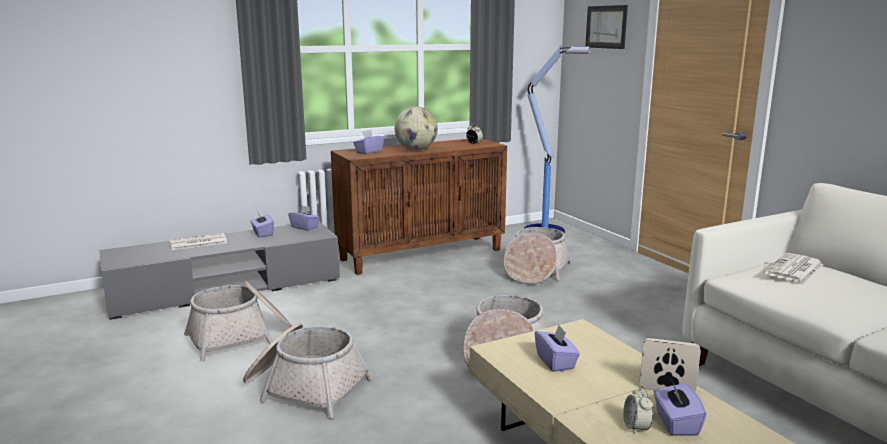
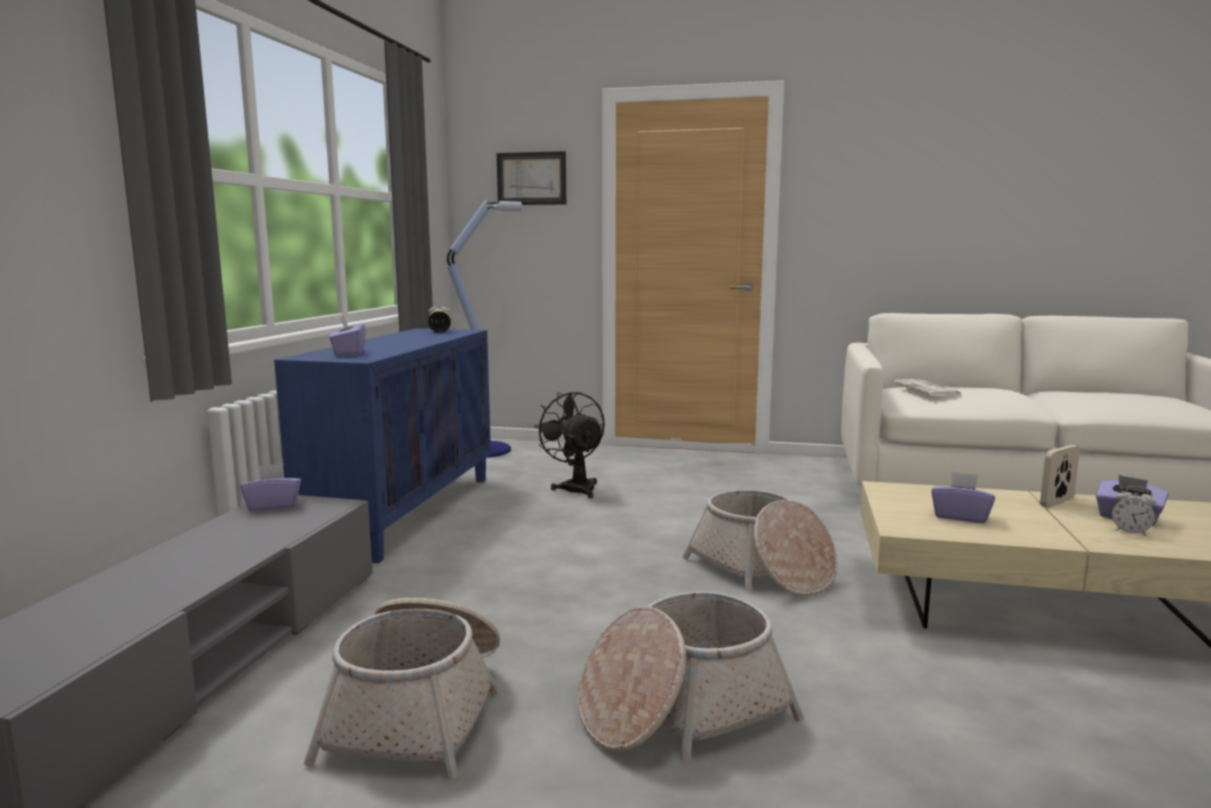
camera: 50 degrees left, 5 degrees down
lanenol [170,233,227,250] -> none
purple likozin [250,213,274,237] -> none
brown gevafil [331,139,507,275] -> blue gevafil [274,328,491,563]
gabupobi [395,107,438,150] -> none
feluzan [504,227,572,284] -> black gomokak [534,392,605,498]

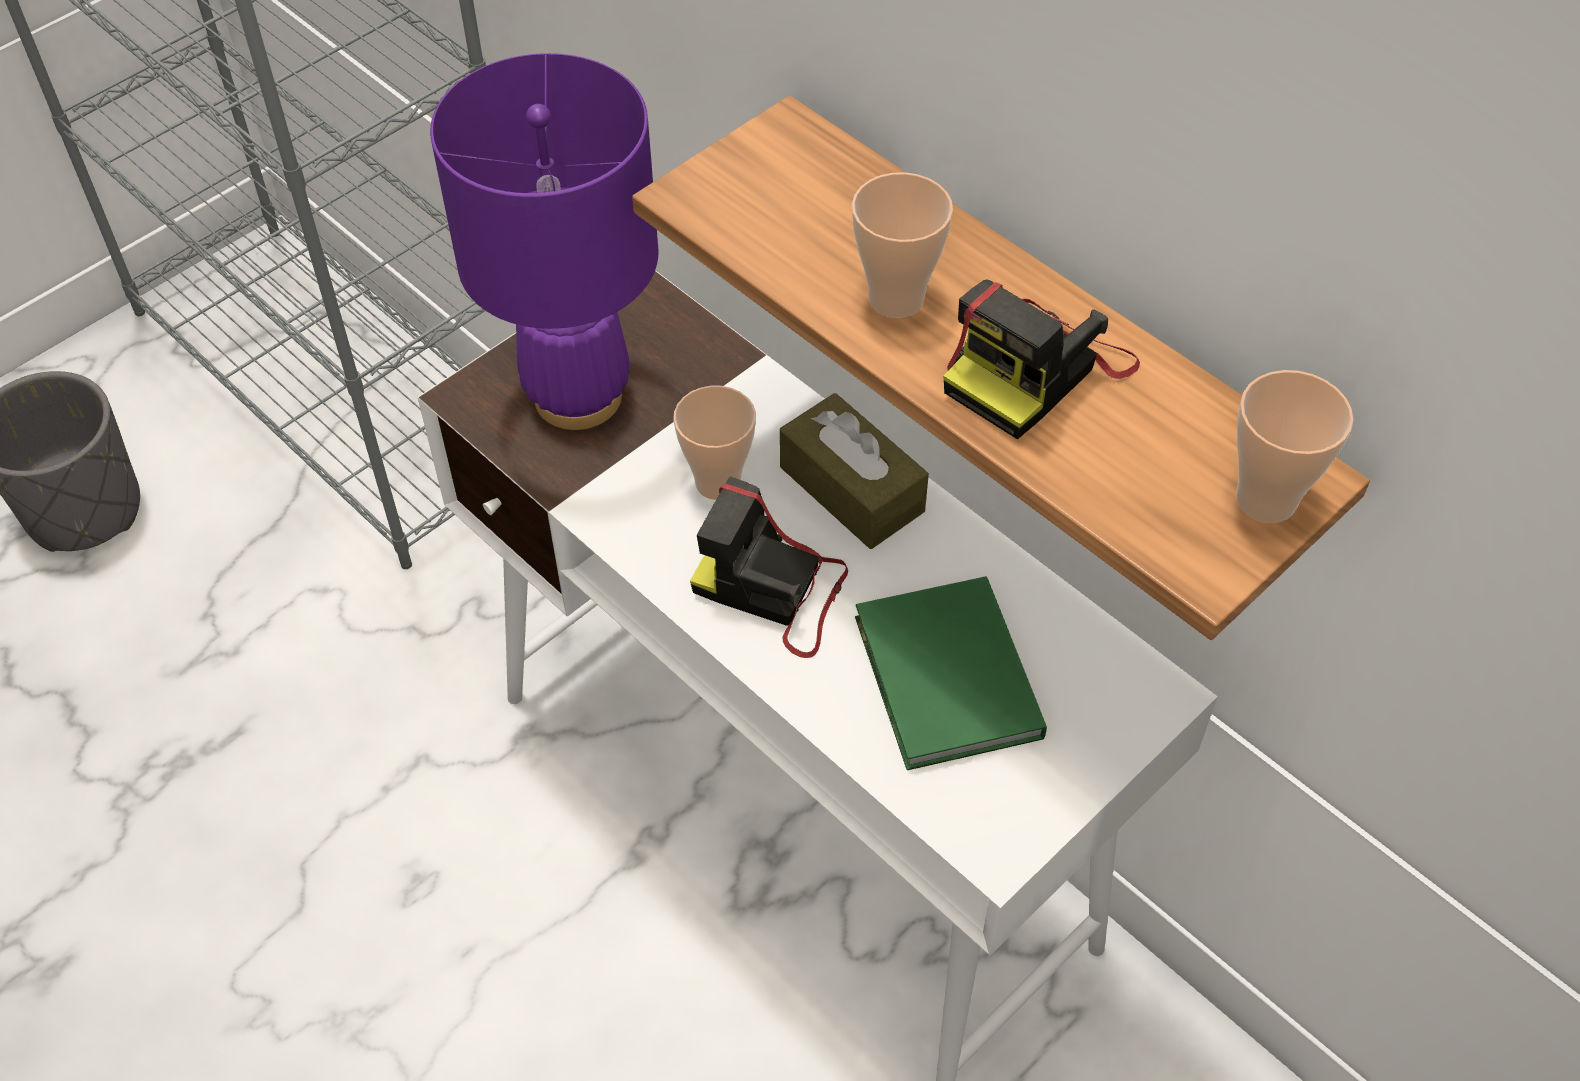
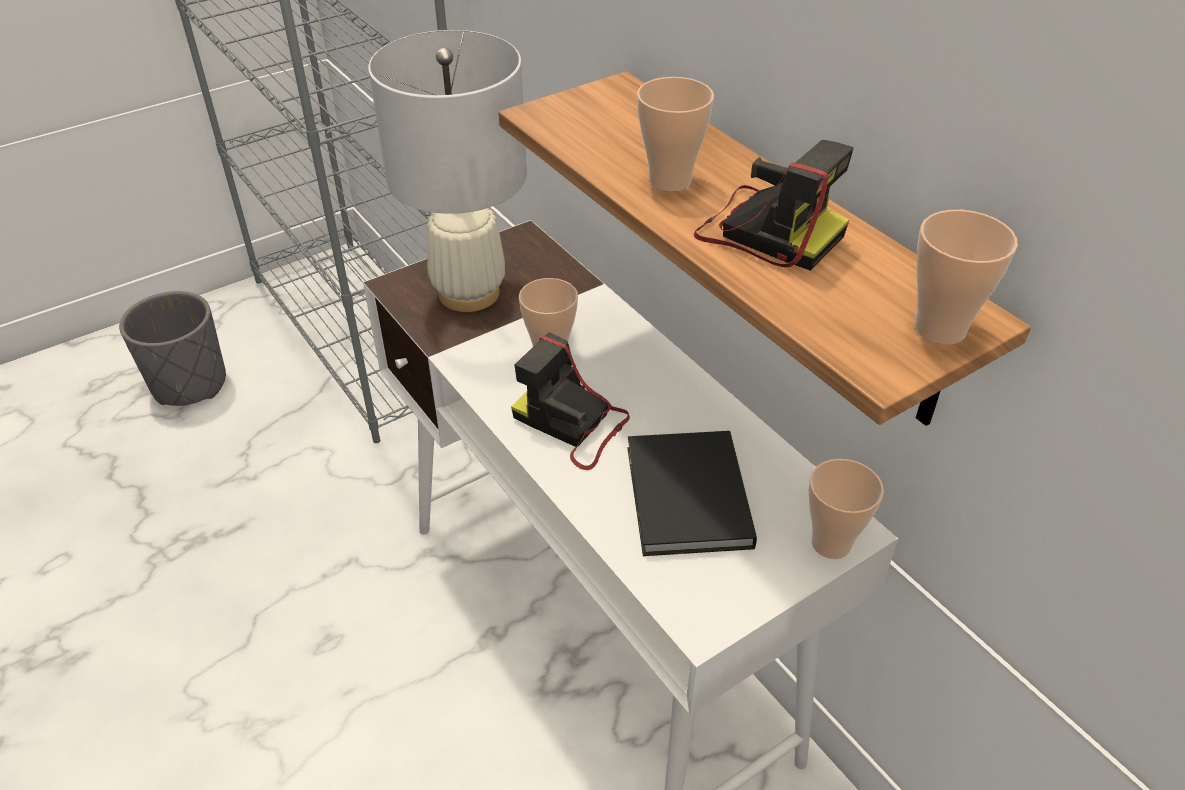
camera: 10 degrees right, 10 degrees down
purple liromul [430,53,659,430] -> white liromul [368,30,527,312]
brown likozin [780,393,929,549] -> none
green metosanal [855,576,1047,770] -> black metosanal [627,431,757,556]
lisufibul [943,279,1140,440] -> lisufibul [694,140,854,271], 105 degrees counterclockwise
none -> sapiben [808,459,884,559]

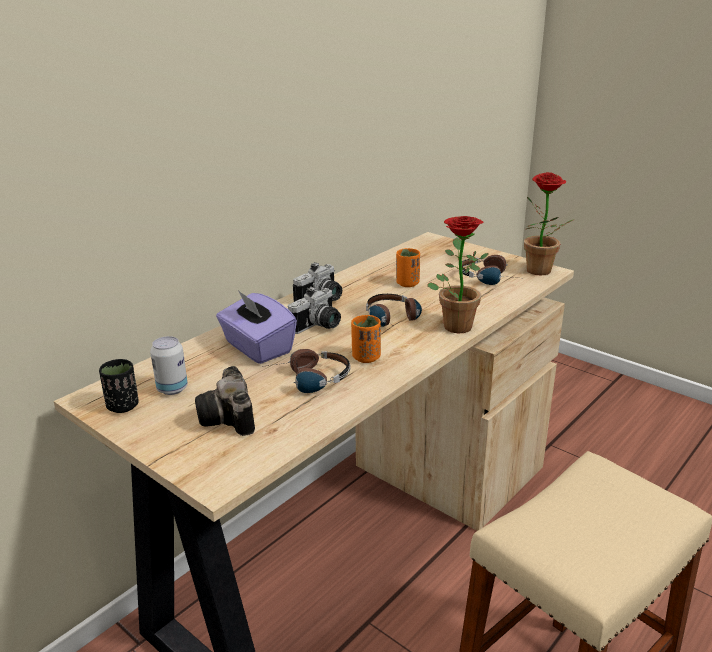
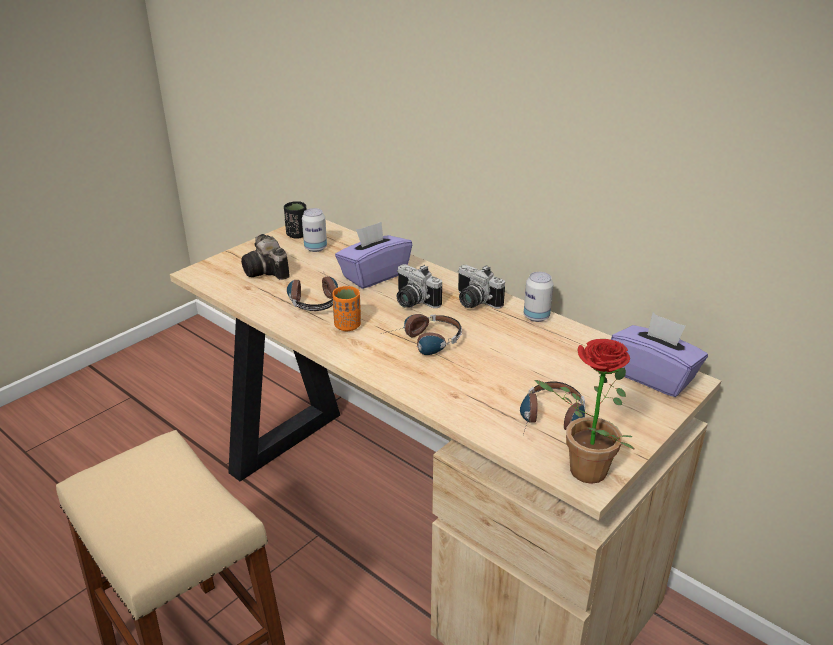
camera: 90 degrees right, 5 degrees up
lisufibul [195,366,255,436] -> lisufibul [241,234,290,280], 105 degrees counterclockwise
orange sapiben [396,248,420,287] -> none
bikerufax [427,216,489,333] -> none
none -> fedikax [524,272,554,322]
none -> purple likozin [611,313,708,397]

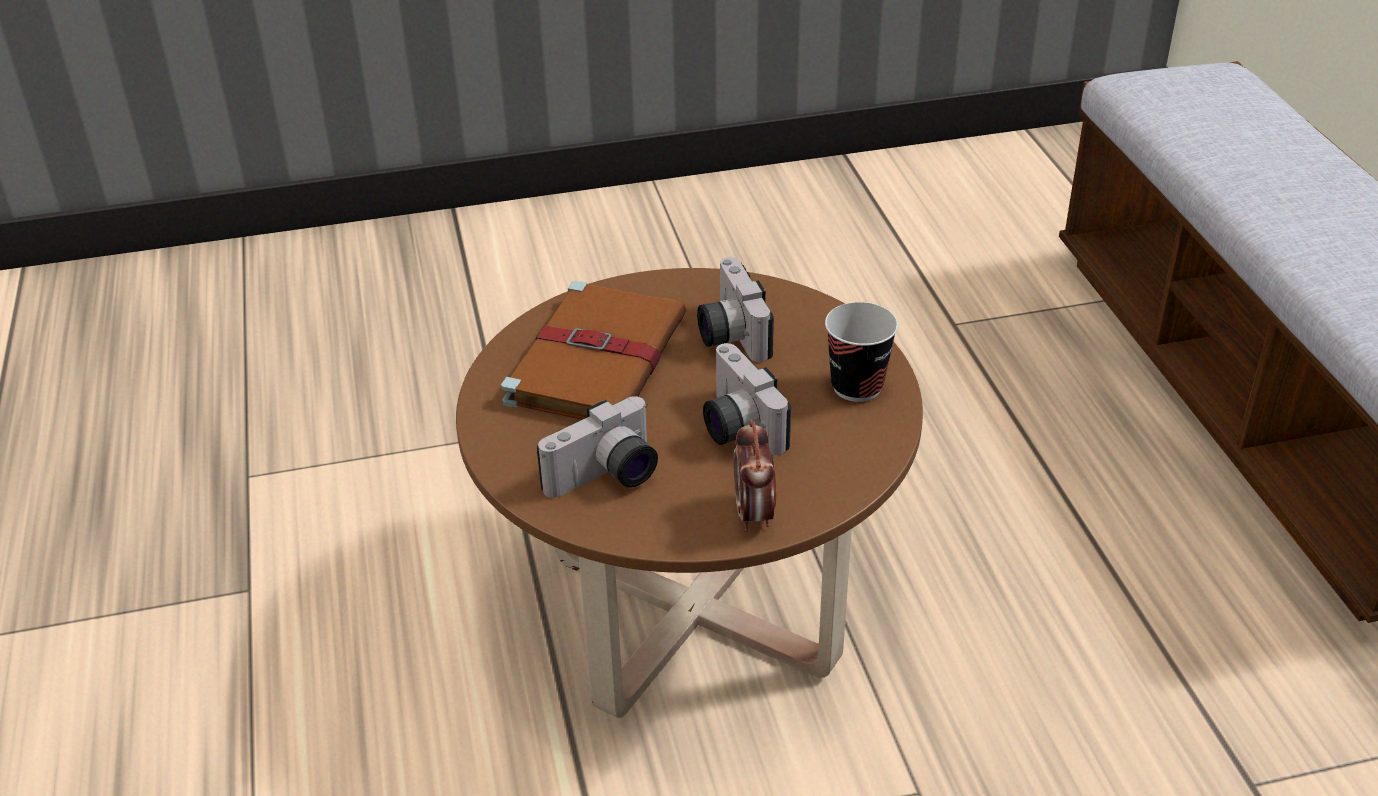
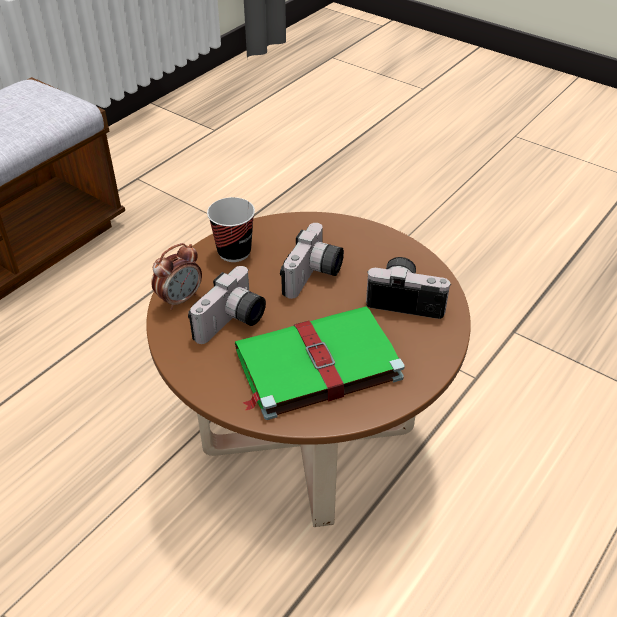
camera: 130 degrees left, 5 degrees up
brown metosanal [501,281,687,420] -> green metosanal [235,306,405,420]
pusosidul [734,420,776,531] -> pusosidul [151,243,202,310], moved

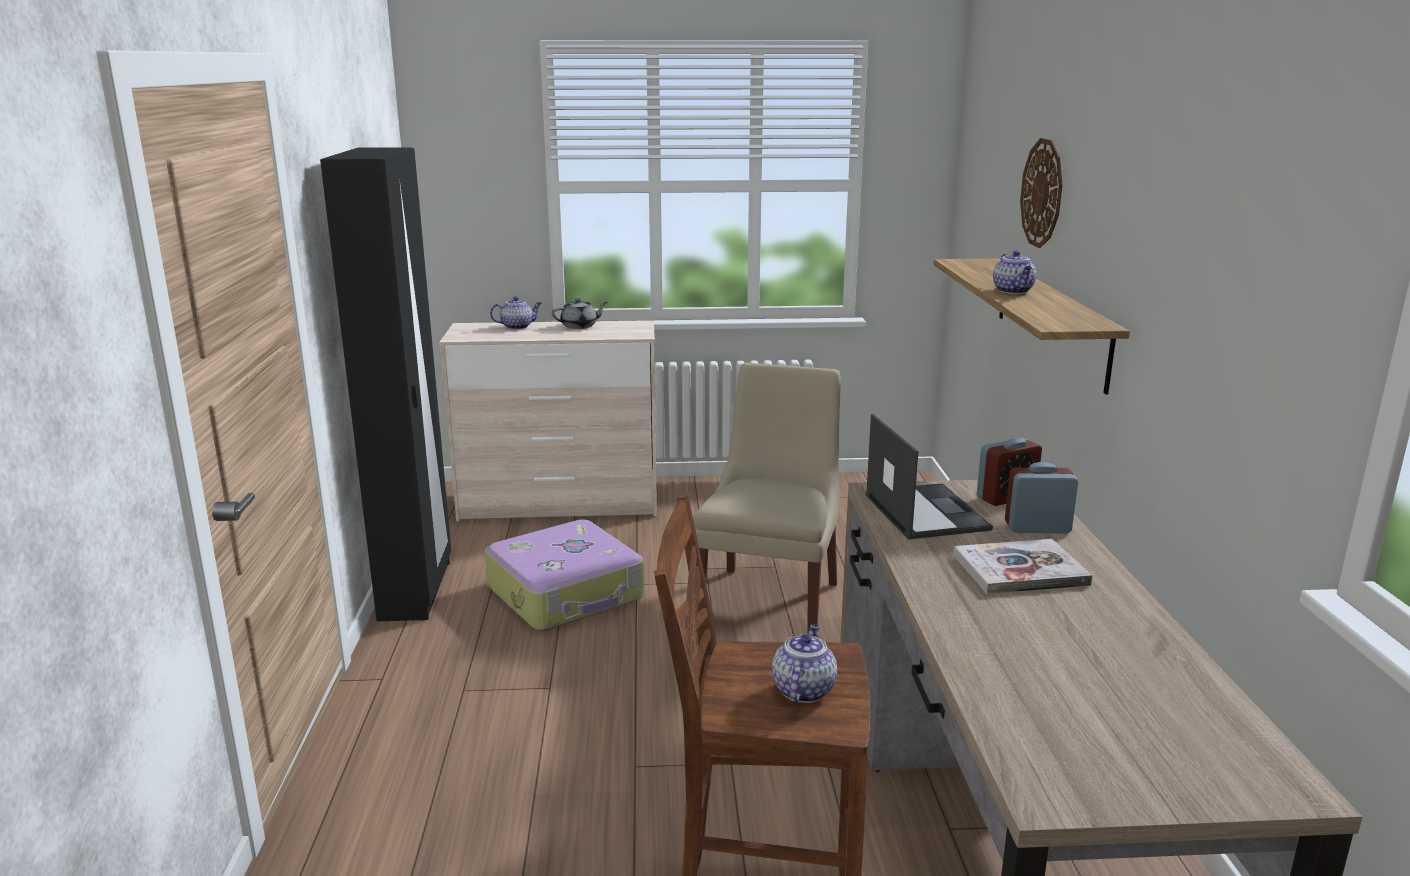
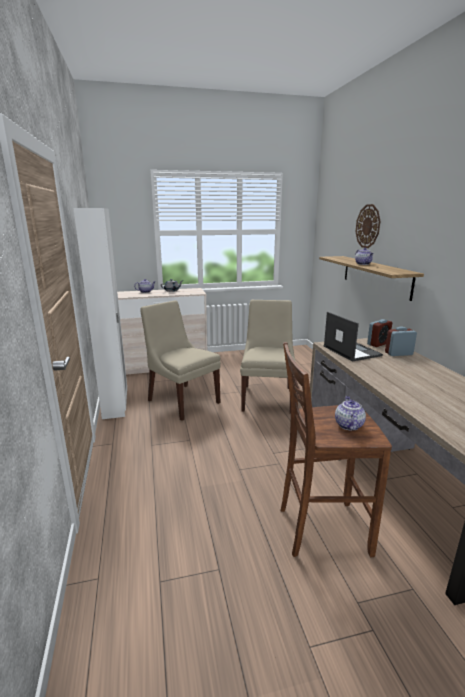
camera: 10 degrees left, 0 degrees up
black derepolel [320,147,451,621] -> white derepolel [73,208,127,419]
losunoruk [485,520,644,631] -> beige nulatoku [140,300,221,421]
metosanal [954,539,1092,594] -> none

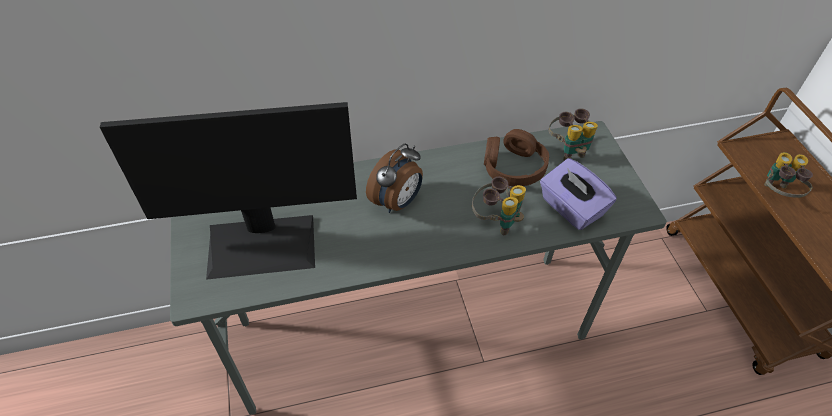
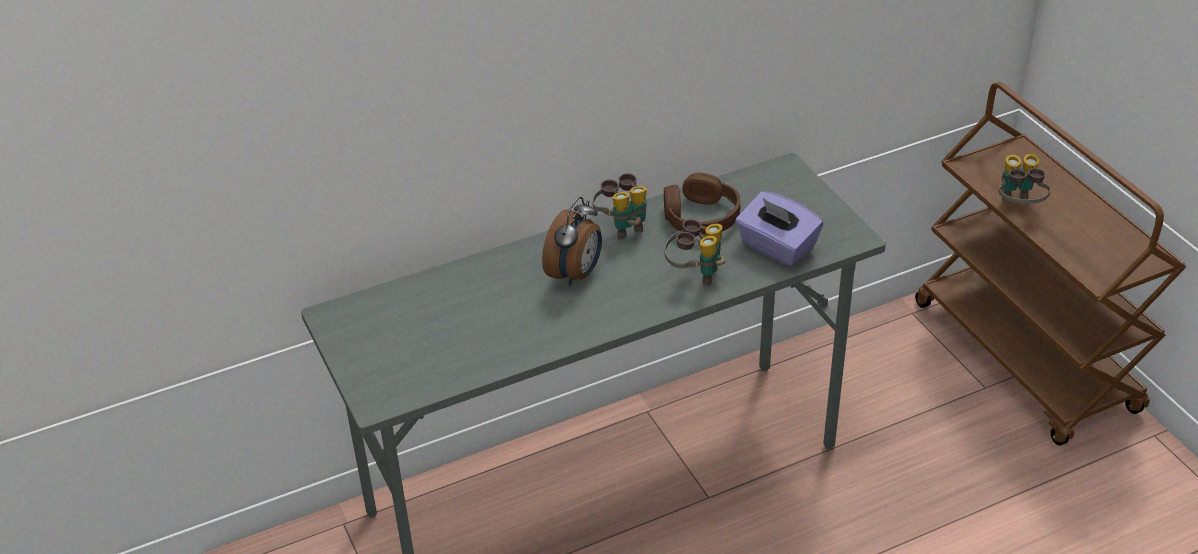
camera: 10 degrees left, 10 degrees down
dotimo [100,102,357,280] -> none
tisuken [549,108,598,161] -> tisuken [592,173,647,240], moved

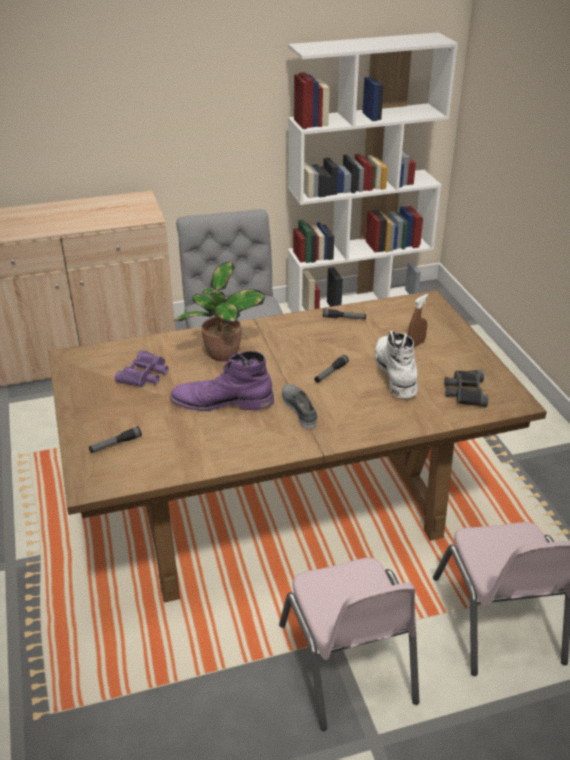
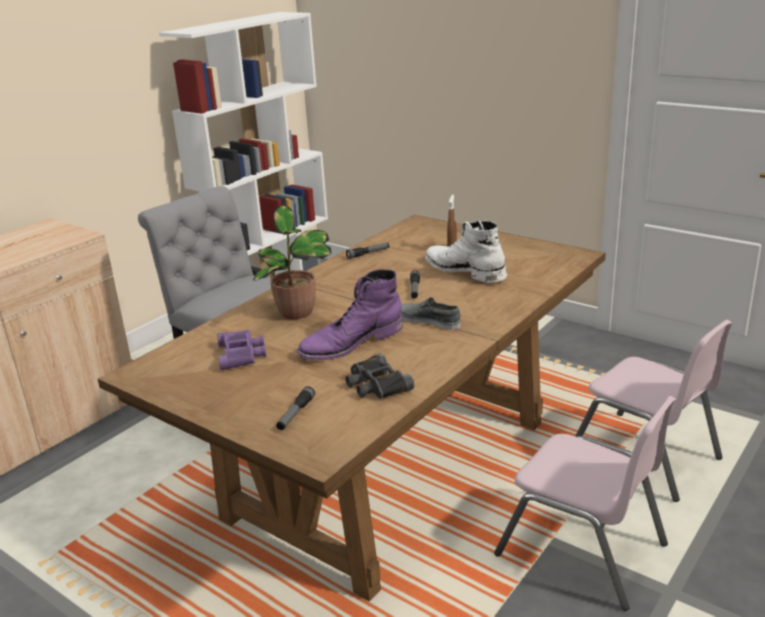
camera: 35 degrees left, 10 degrees down
black tisuken [444,370,488,407] -> black tisuken [345,353,414,399], moved

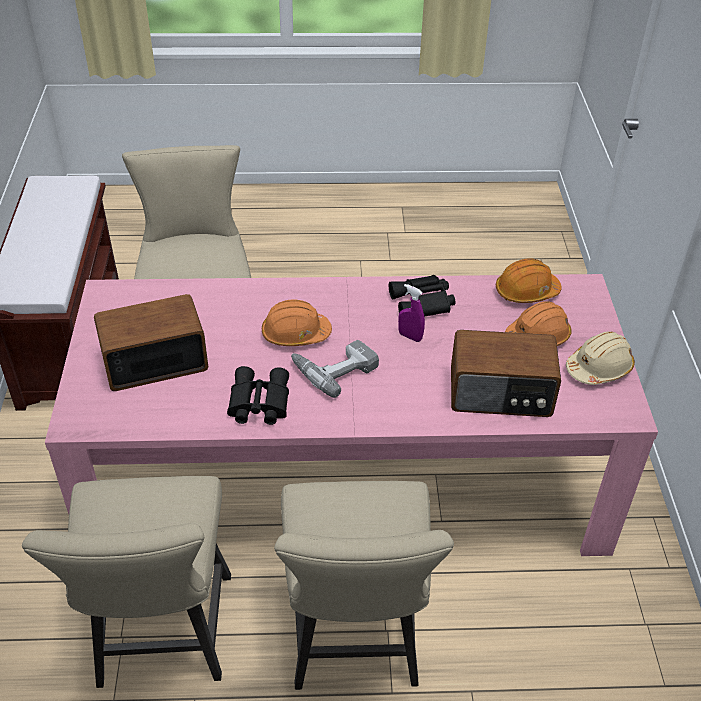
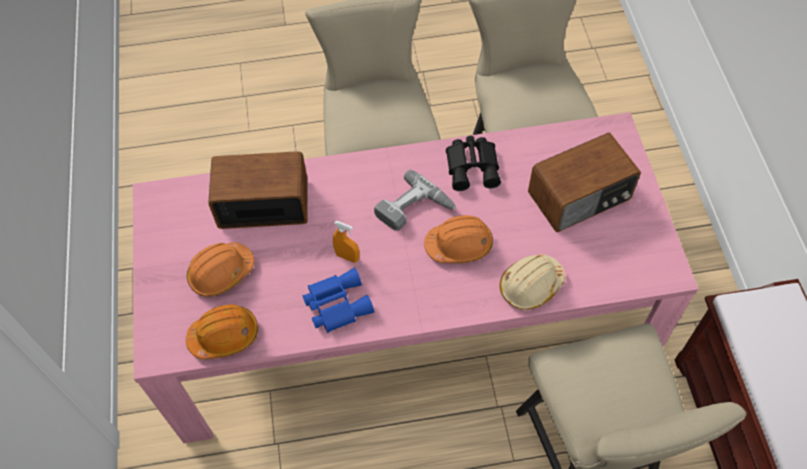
camera: 175 degrees right, 15 degrees up
black tisuken [389,275,455,317] -> blue tisuken [302,268,374,333]
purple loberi [398,284,425,342] -> orange loberi [333,221,359,263]
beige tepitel [566,331,635,385] -> beige tepitel [499,254,565,310], moved

